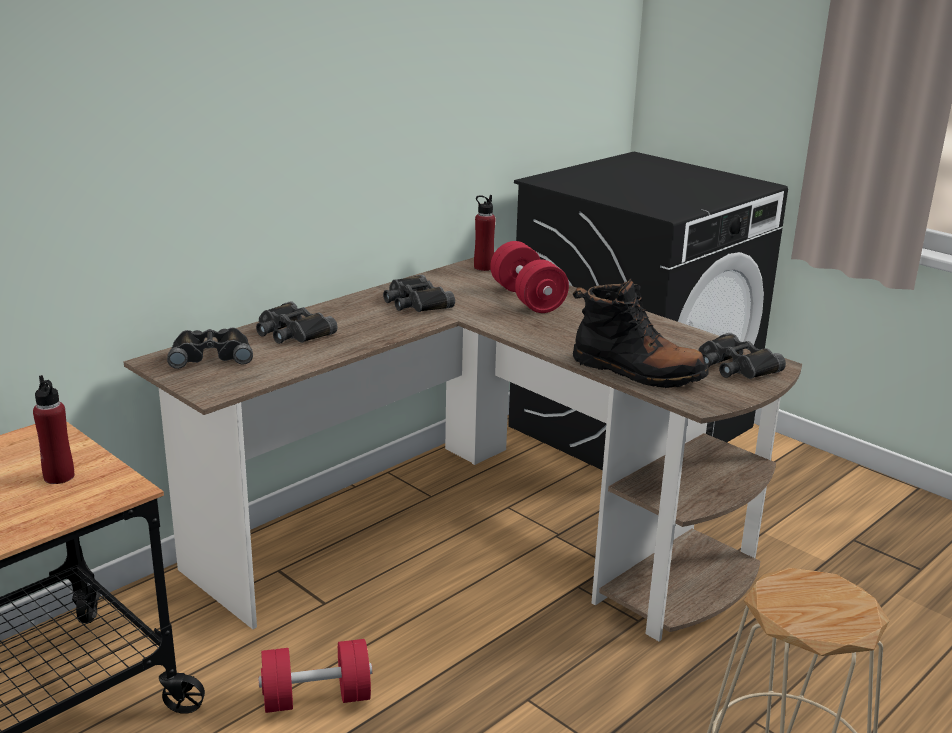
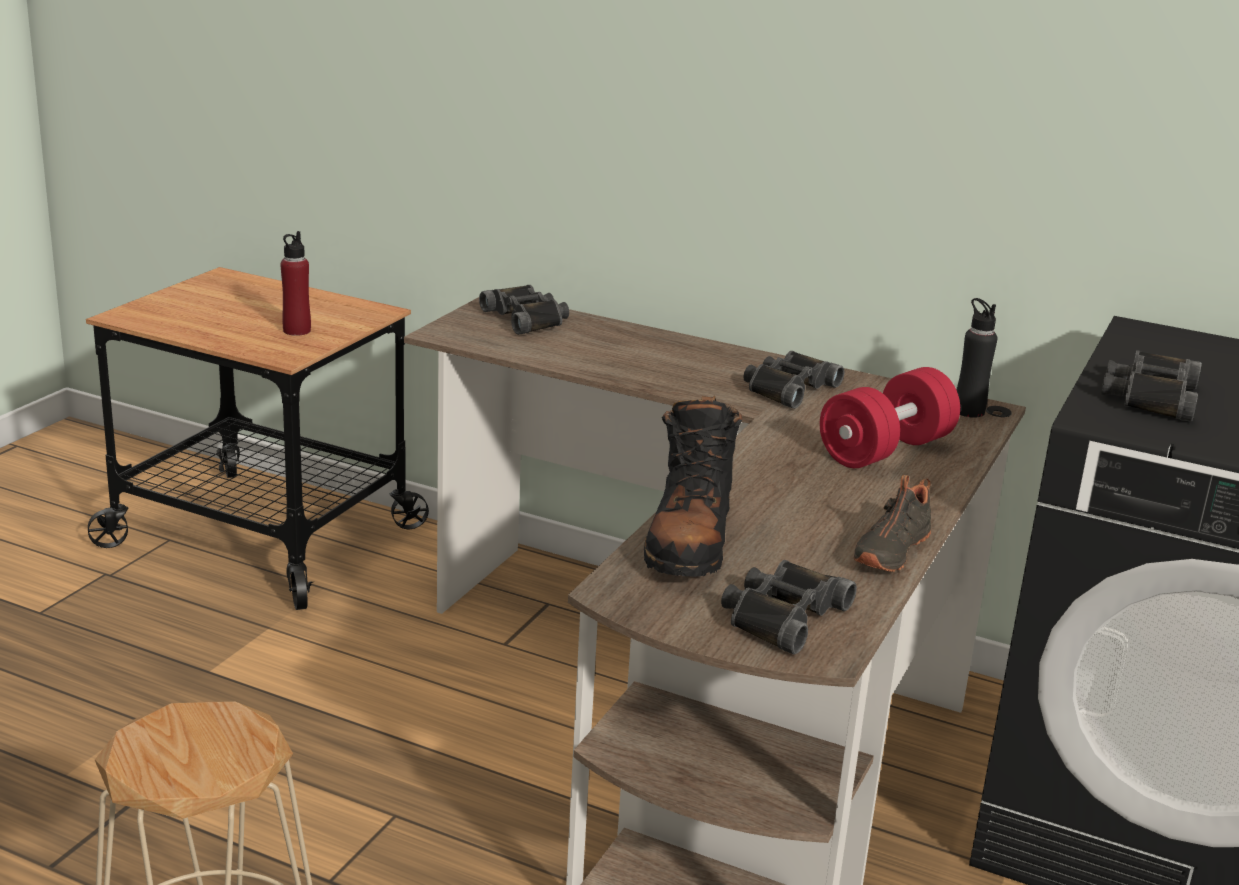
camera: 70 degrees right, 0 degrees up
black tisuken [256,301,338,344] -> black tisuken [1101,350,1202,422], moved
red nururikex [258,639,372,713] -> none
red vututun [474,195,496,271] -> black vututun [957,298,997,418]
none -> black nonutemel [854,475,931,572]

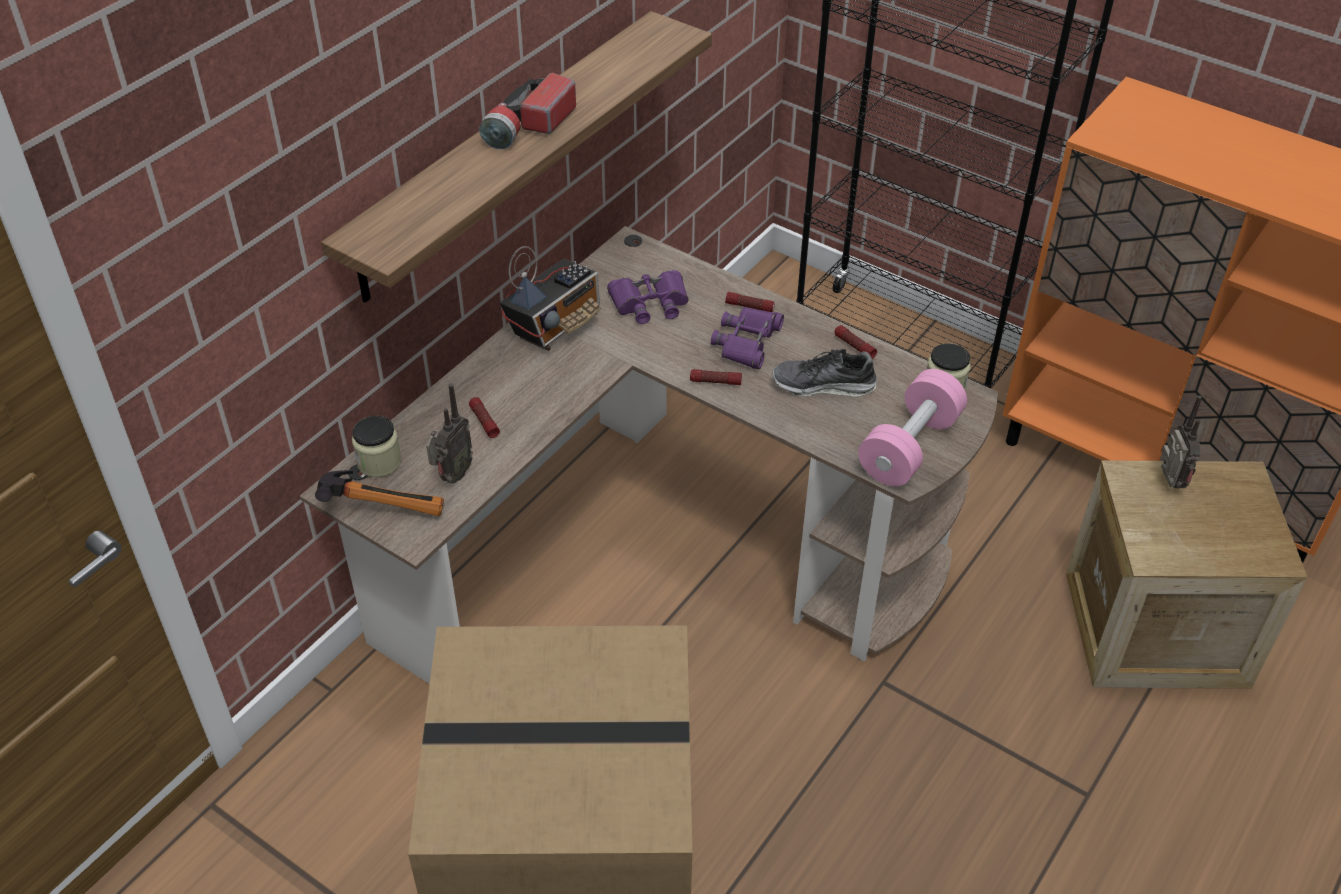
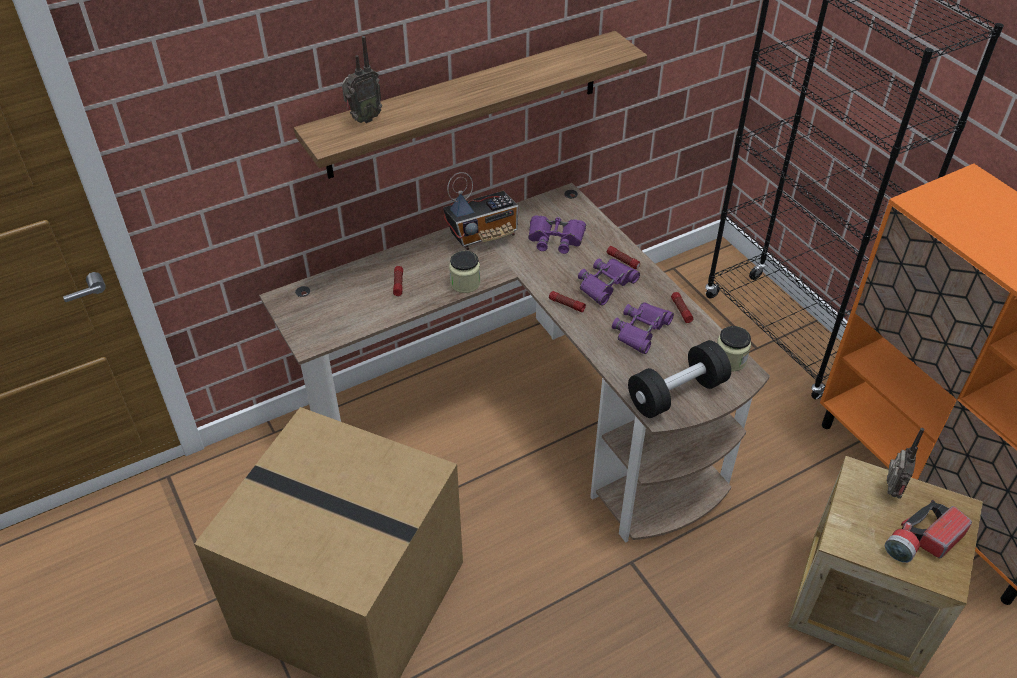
camera: 25 degrees right, 0 degrees up
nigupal [315,470,444,516] -> none
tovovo [352,416,401,477] -> tovovo [449,251,480,293], moved
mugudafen [426,383,473,484] -> mugudafen [342,36,382,123], moved
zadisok [479,73,576,149] -> zadisok [885,500,972,563], moved
nonutemel [772,349,877,396] -> purple tisuken [612,302,674,354]
pink nururikex [858,369,967,486] -> black nururikex [628,340,731,418]

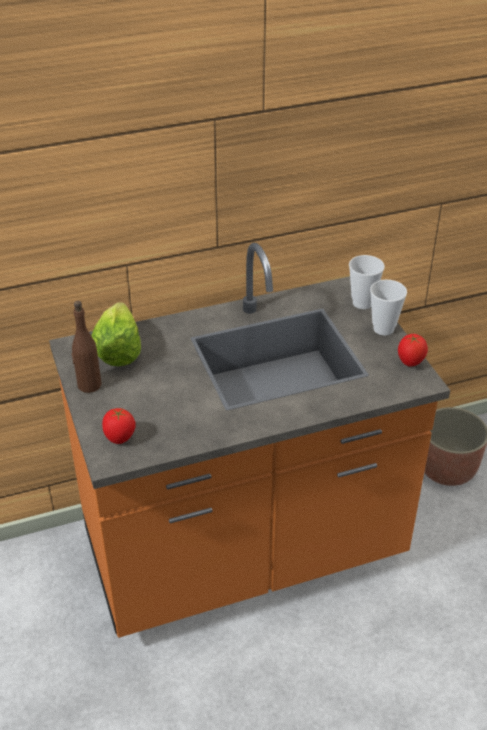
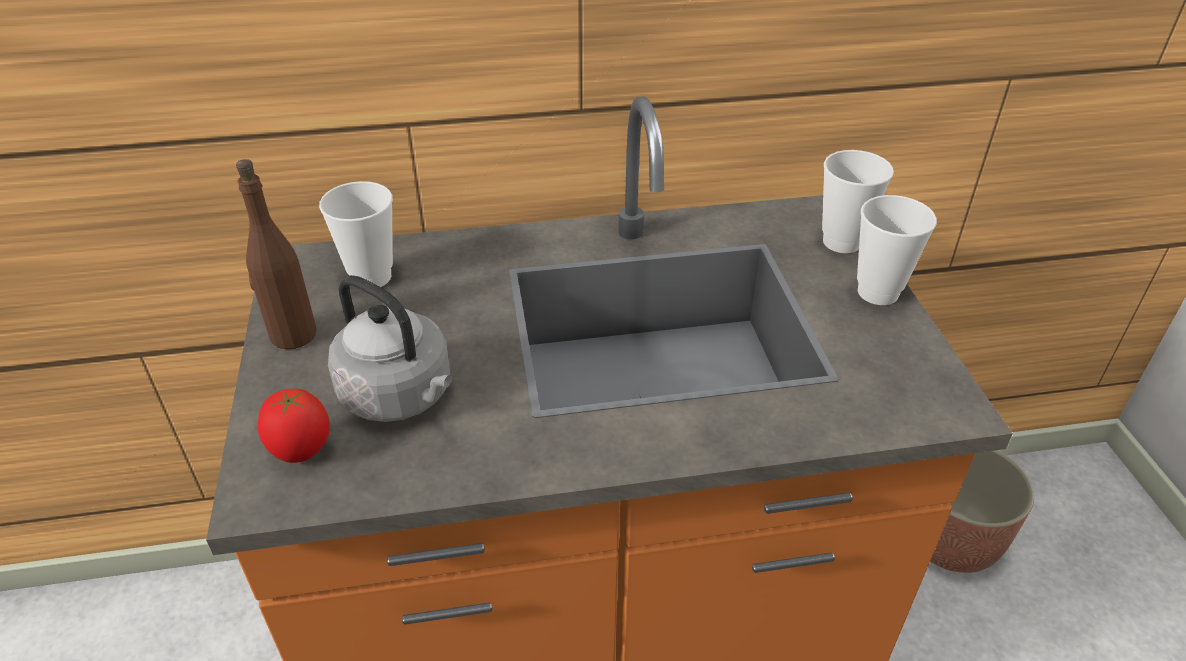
camera: 10 degrees right, 0 degrees up
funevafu [91,302,141,366] -> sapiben [319,181,393,287]
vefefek [398,334,428,367] -> none
none -> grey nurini [328,275,452,422]

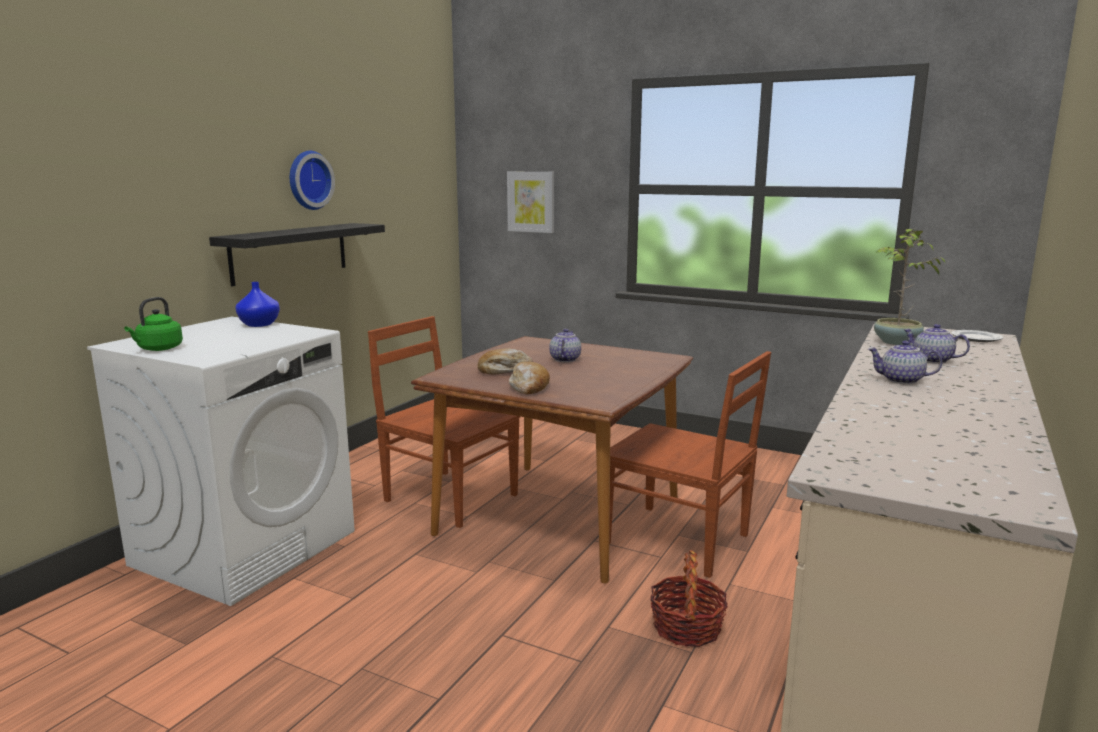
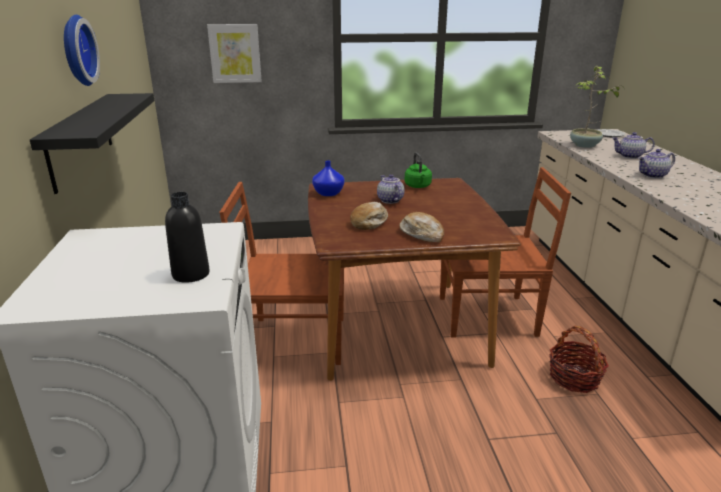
camera: 35 degrees left, 10 degrees up
green nurini [124,297,183,351] -> green nurini [405,152,432,188], moved
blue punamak [235,282,280,327] -> blue punamak [312,161,344,196], moved
none -> black vututun [165,192,210,283]

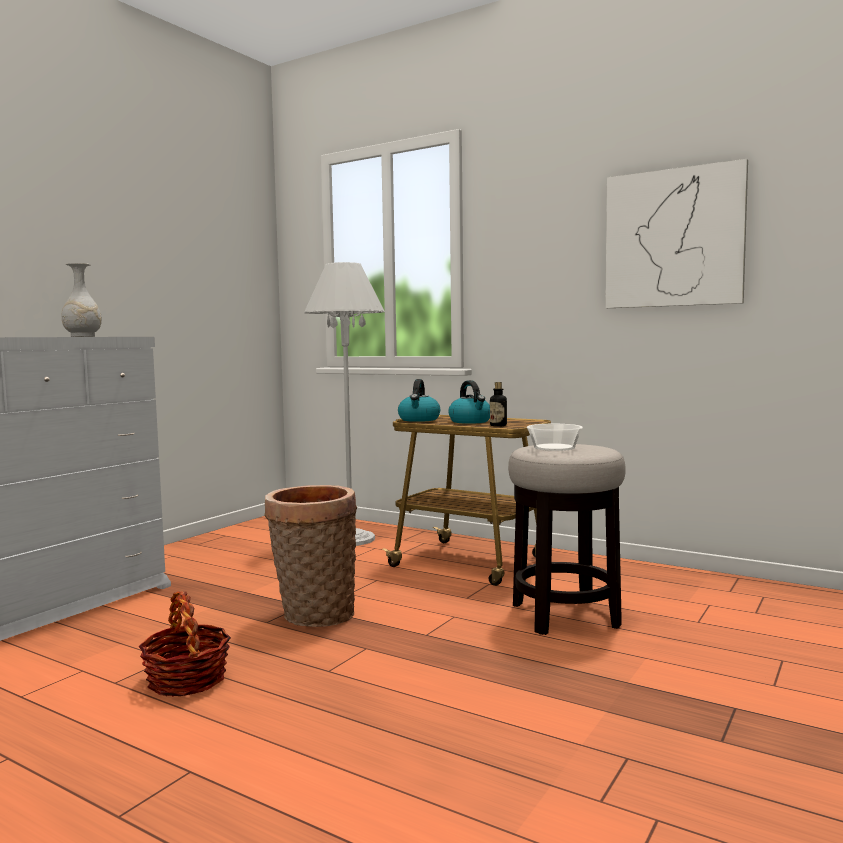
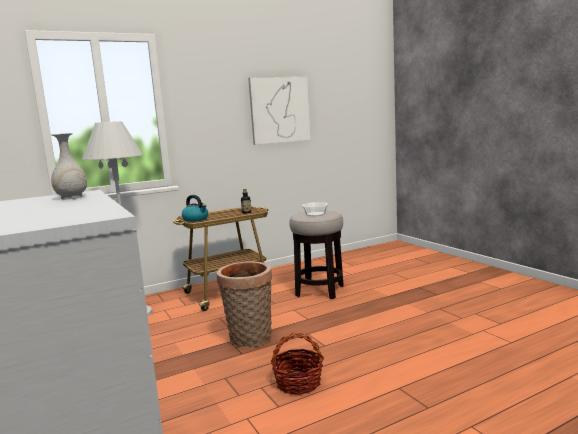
camera: 60 degrees left, 5 degrees up
nurini [448,380,490,424] -> none

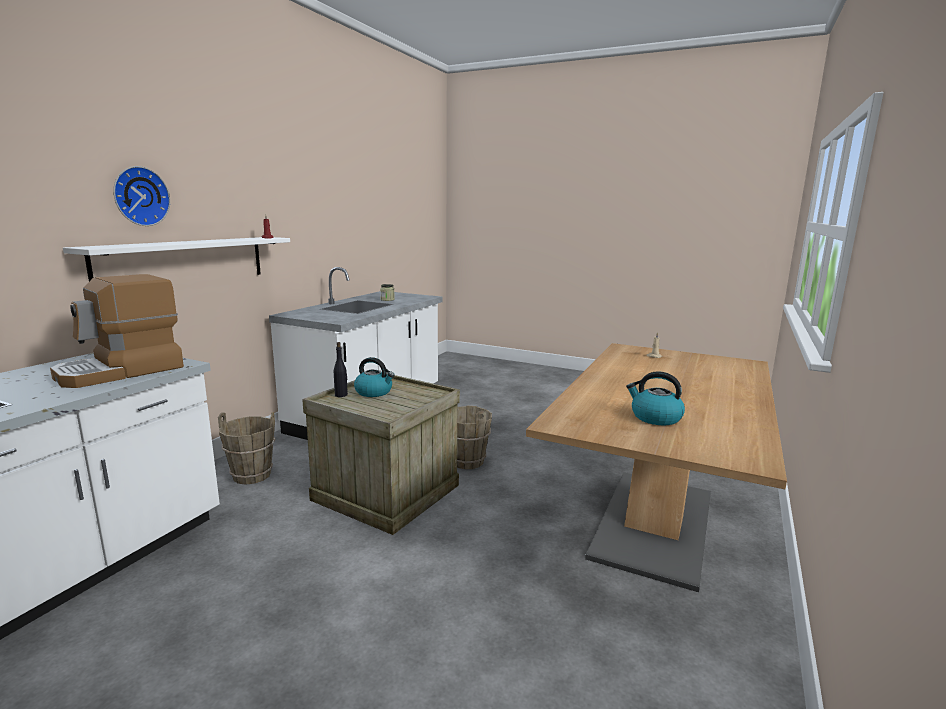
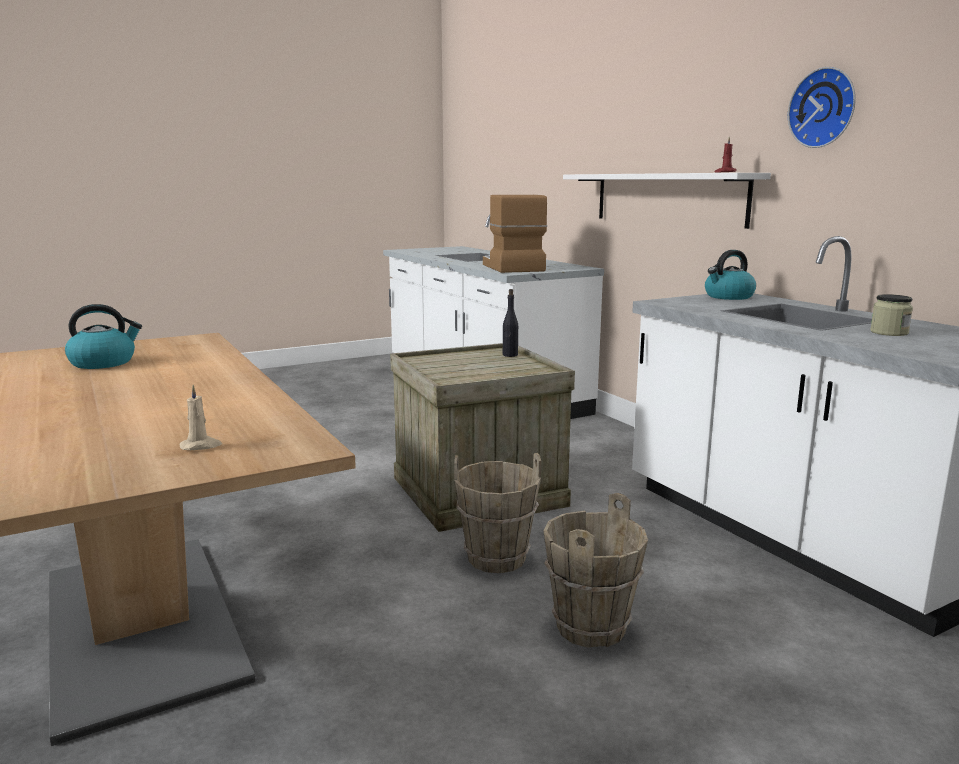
camera: 125 degrees right, 0 degrees up
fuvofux [113,166,170,226] -> fuvofux [788,67,856,148], moved
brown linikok [218,412,275,485] -> brown linikok [543,493,648,648], moved
nurini [354,357,395,397] -> nurini [705,250,756,300], moved

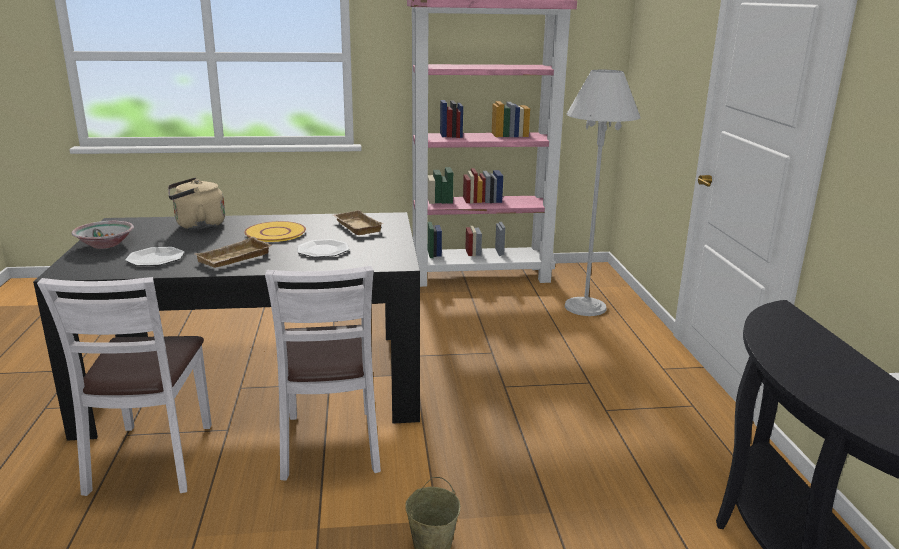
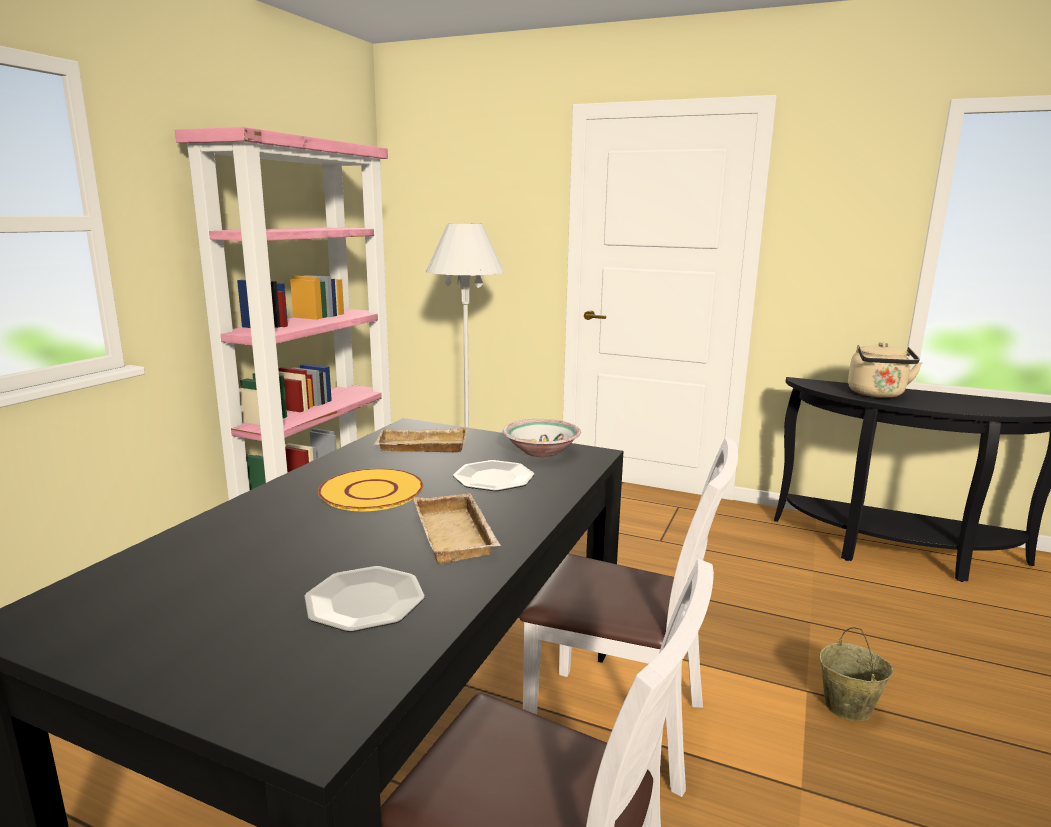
camera: 60 degrees left, 5 degrees down
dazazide [71,221,134,249] -> dazazide [503,419,581,457], moved
beige nurini [168,178,225,230] -> beige nurini [848,342,922,398], moved

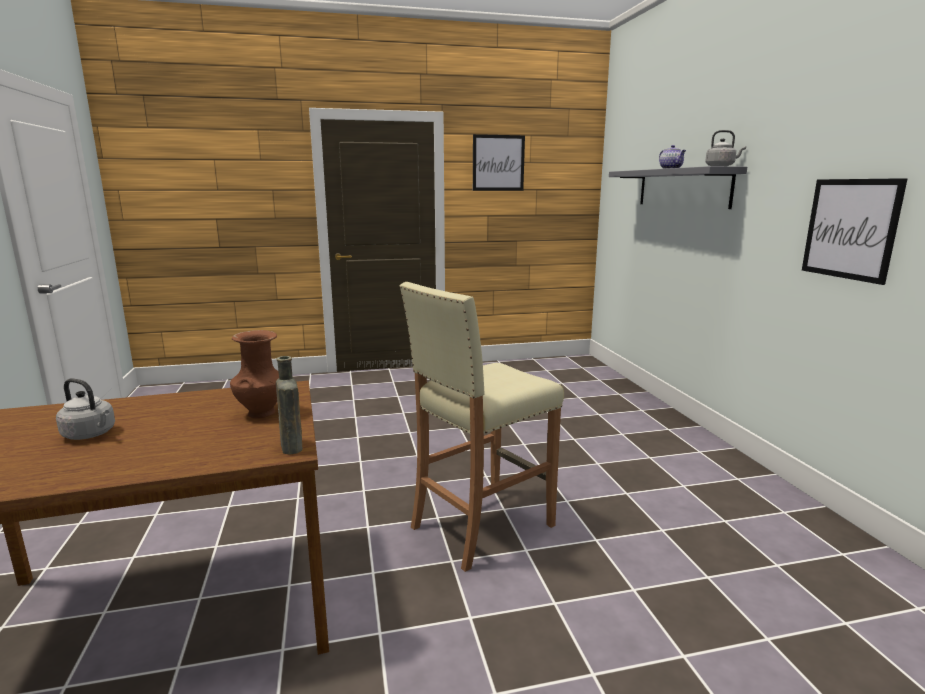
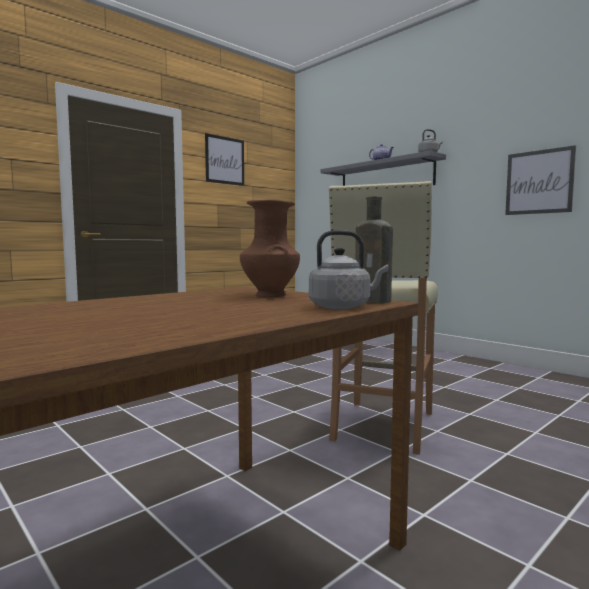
camera: 30 degrees left, 10 degrees down
grey nurini [56,378,115,440] -> grey nurini [309,230,389,309], moved

